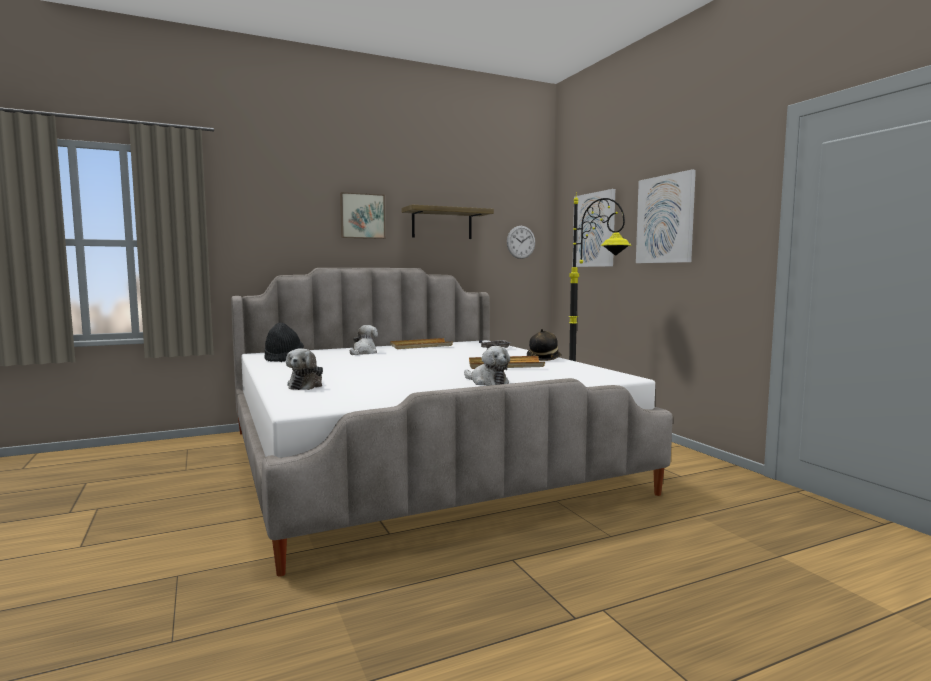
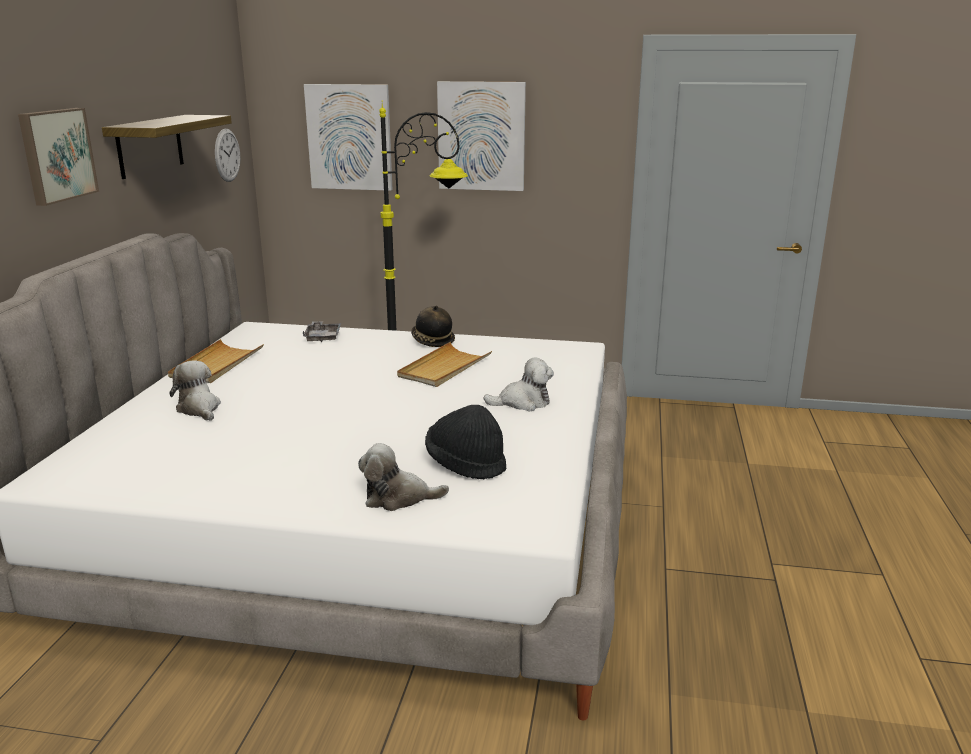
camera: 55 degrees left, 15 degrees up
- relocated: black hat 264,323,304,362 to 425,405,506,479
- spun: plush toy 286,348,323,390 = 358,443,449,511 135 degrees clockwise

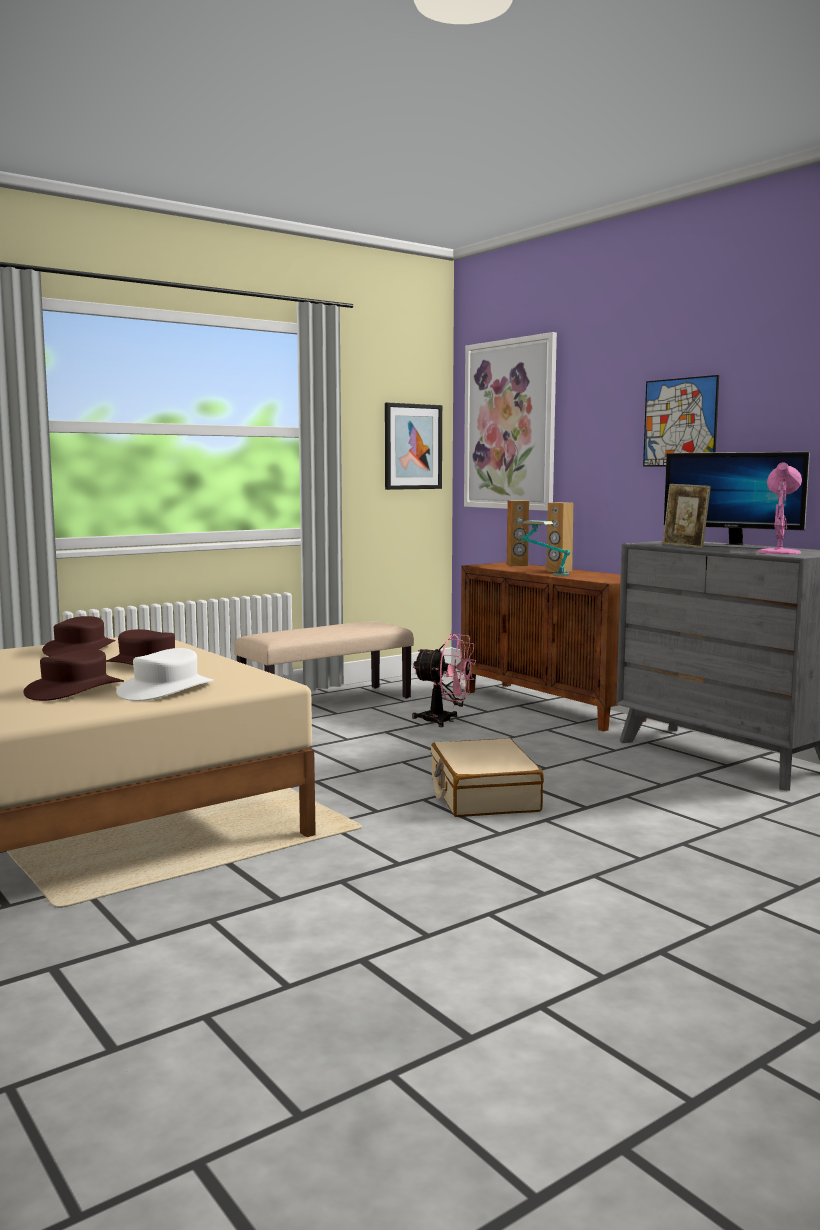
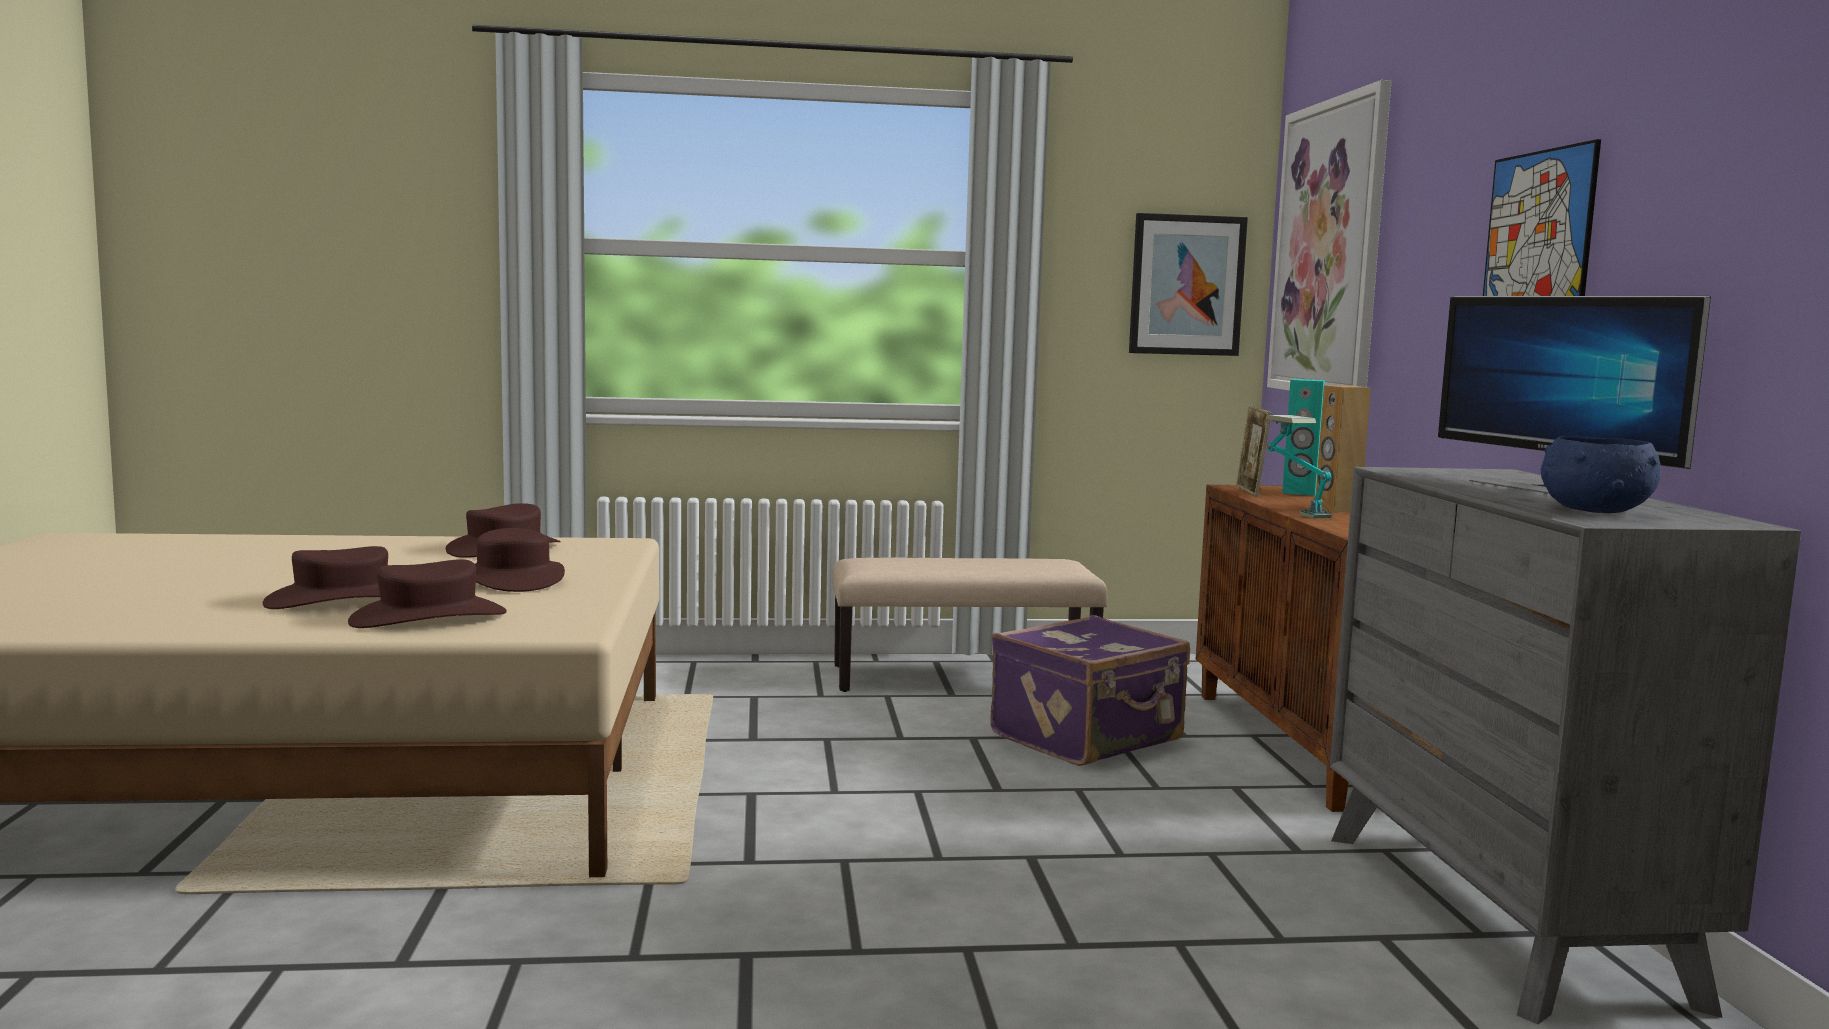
camera: 30 degrees right, 0 degrees up
- exchanged: pink table lamp 758,463,802,554 to blue bowl 1541,436,1661,513
- relocated: picture frame 663,484,711,548 to 1235,405,1272,497
- colour: brown speaker 507,500,529,566 to turquoise speaker 1282,379,1325,496
- exchanged: pink fan 412,634,476,727 to purple suitcase 990,615,1190,766
- colour: white hat 116,648,214,701 to brown hat 348,559,507,628
- missing: beige suitcase 431,738,544,817

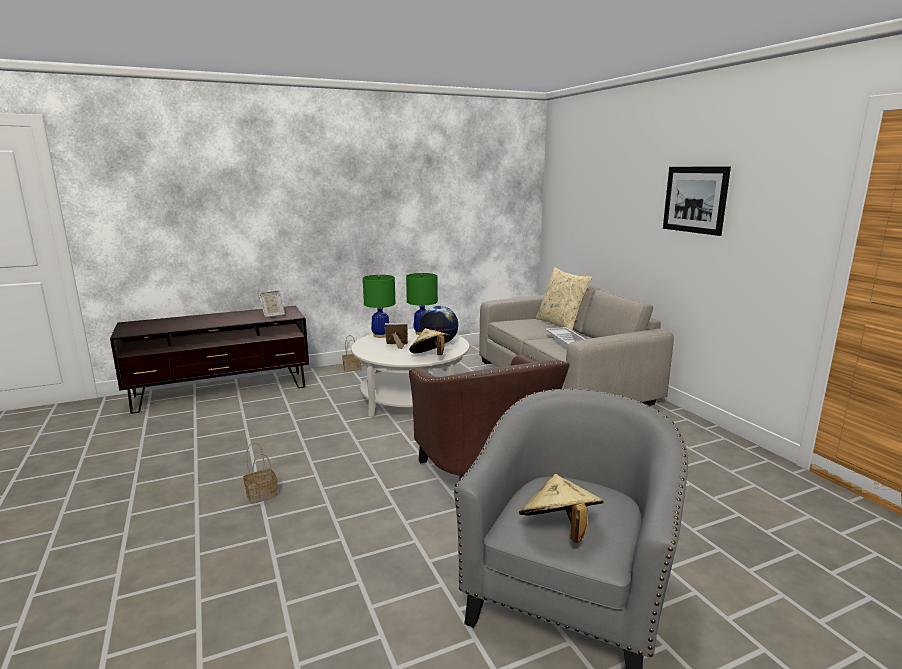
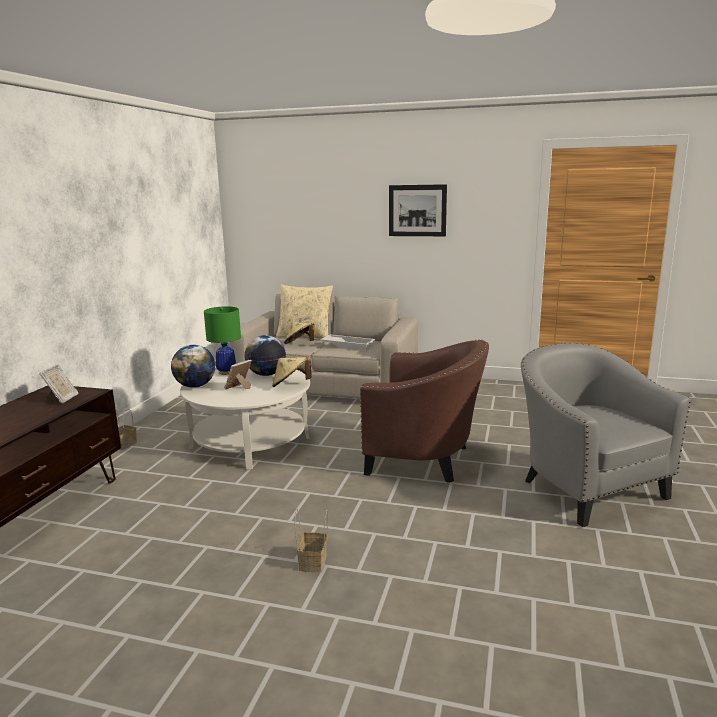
camera: 50 degrees left, 0 degrees up
- exchanged: green table lamp 363,275,395,338 to globe 171,345,216,388
- relocated: beige hat 519,474,604,543 to 284,322,315,344

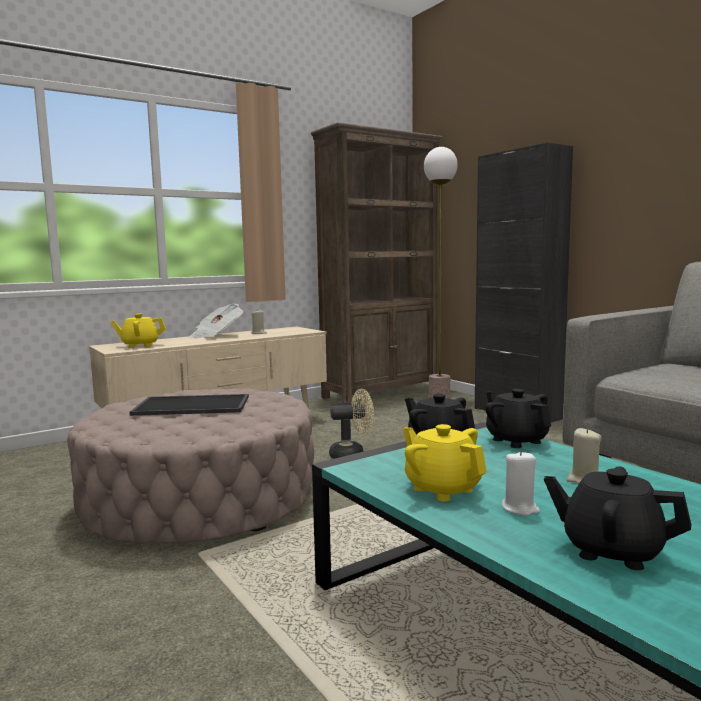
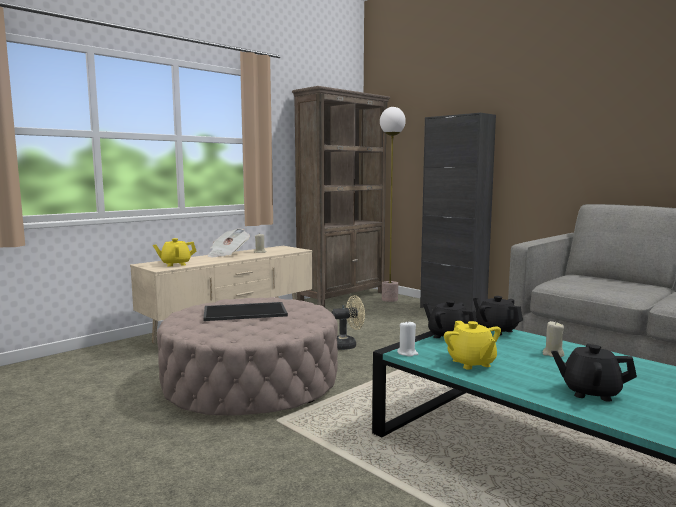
camera: 10 degrees left, 0 degrees up
- spun: yellow teapot 403,424,487,501 = 444,321,501,370 150 degrees counterclockwise
- relocated: white candle 501,450,540,516 to 397,322,418,357

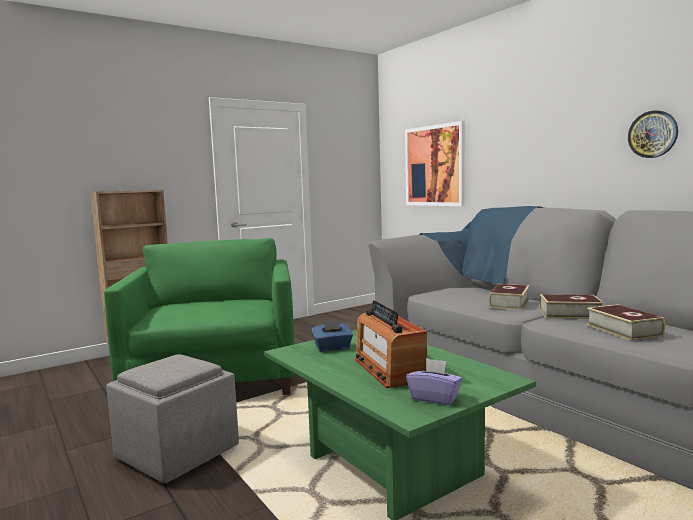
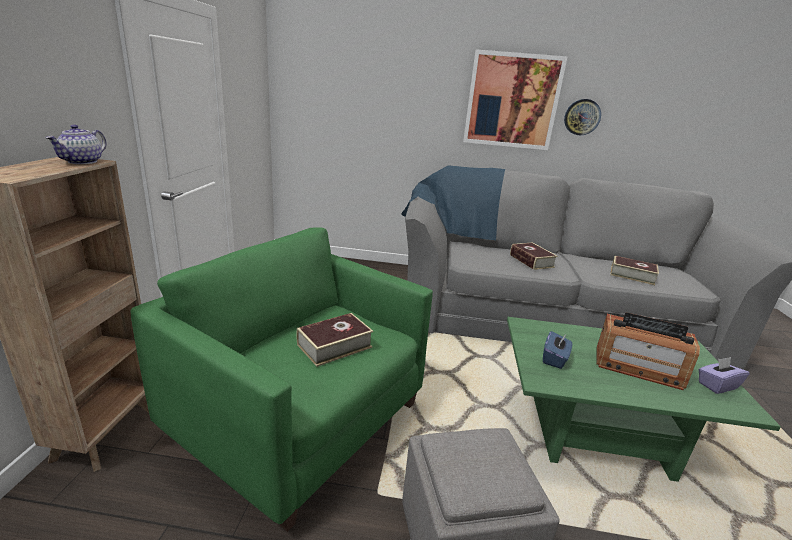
camera: 50 degrees left, 15 degrees up
- relocated: picture 405,121,465,206 to 463,49,568,150
- relocated: book 540,294,604,319 to 297,313,373,367
- appeared: teapot 46,125,106,164

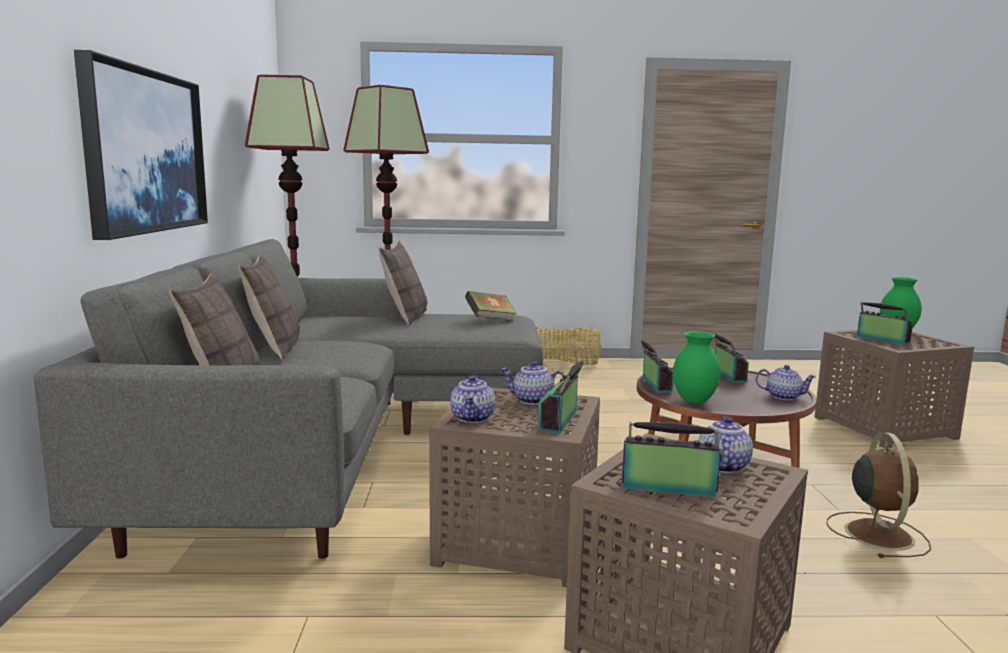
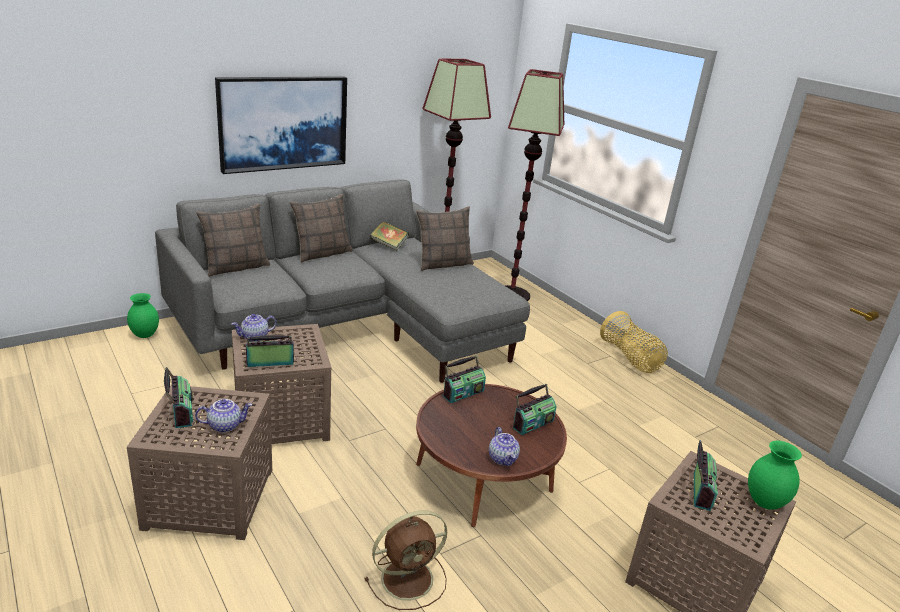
camera: 55 degrees right, 15 degrees up
- relocated: book 465,291,517,321 to 370,222,409,251
- relocated: green vase 673,331,721,403 to 127,293,159,338
- missing: teapot 501,361,565,405

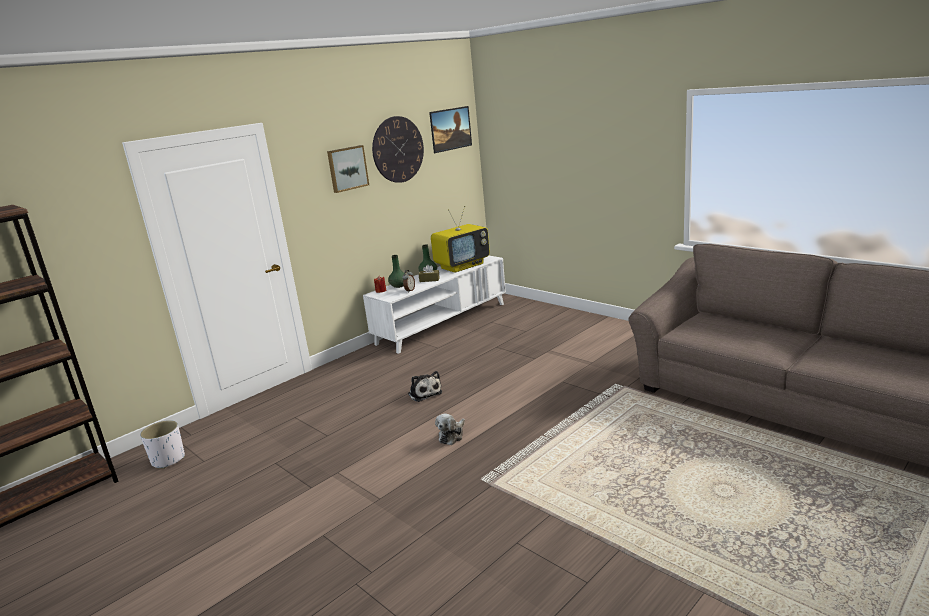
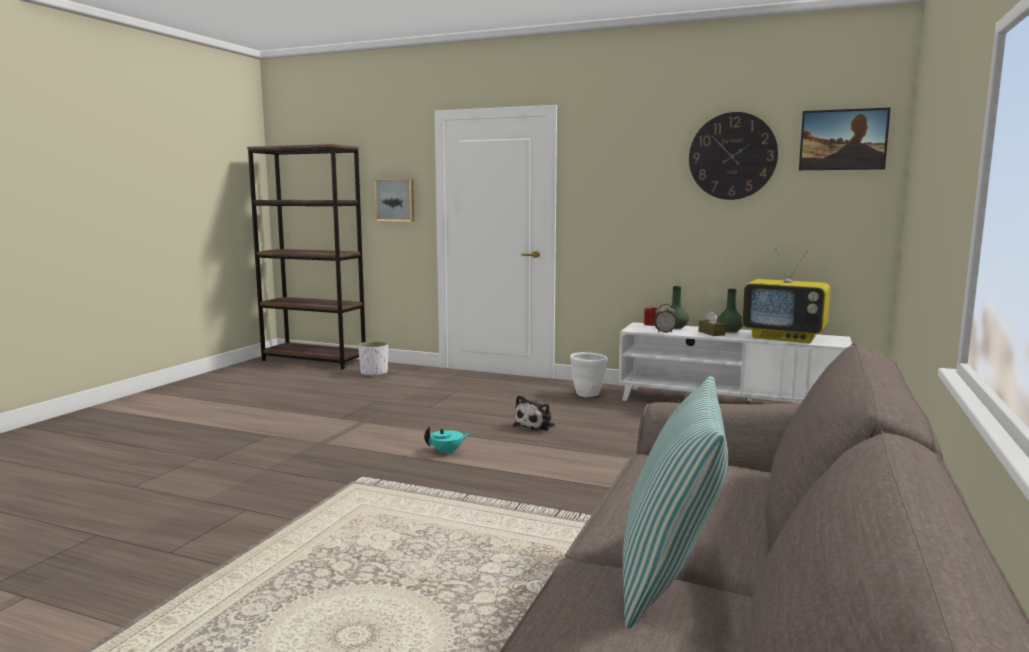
camera: 65 degrees right, 10 degrees down
- relocated: picture 327,145,369,193 to 374,179,414,221
- exchanged: plush toy 435,414,465,445 to turquoise teapot 424,426,471,455
- appeared: white planter 570,352,607,397
- appeared: pillow 623,376,728,628

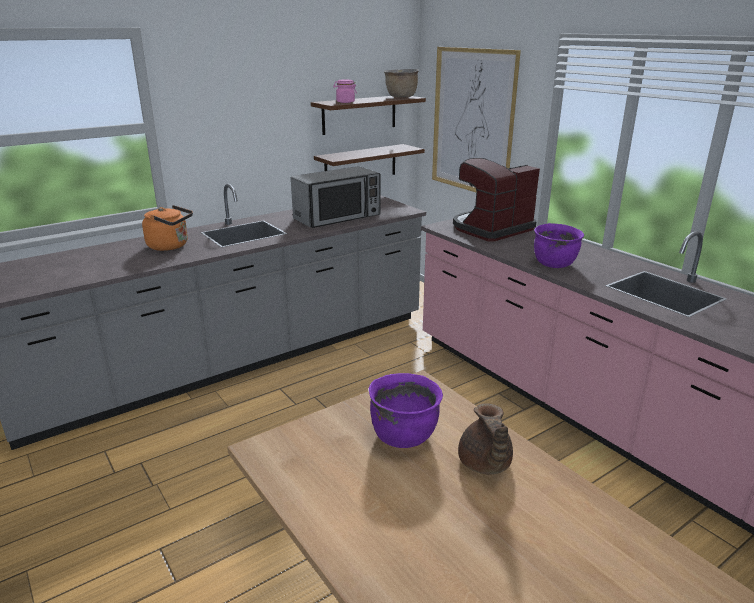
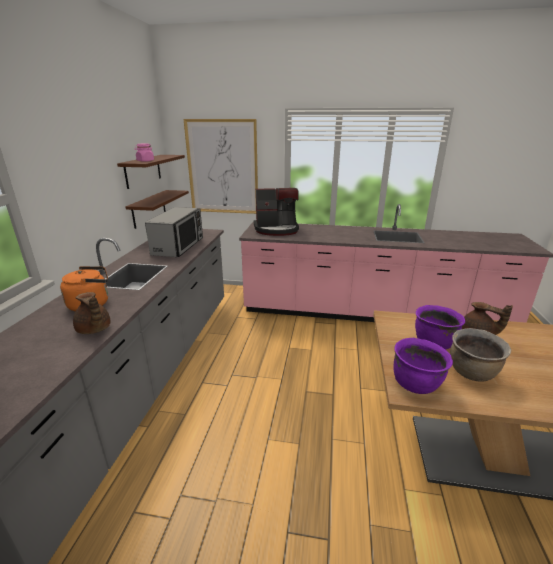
camera: 45 degrees left, 0 degrees up
- relocated: brown cooking pot 384,69,419,97 to 450,328,511,381
- spun: coffee machine 453,158,540,242 = 254,188,299,236 105 degrees counterclockwise
- relocated: purple cooking pot 534,223,584,268 to 393,338,453,394
- appeared: brown teapot 73,292,110,334

